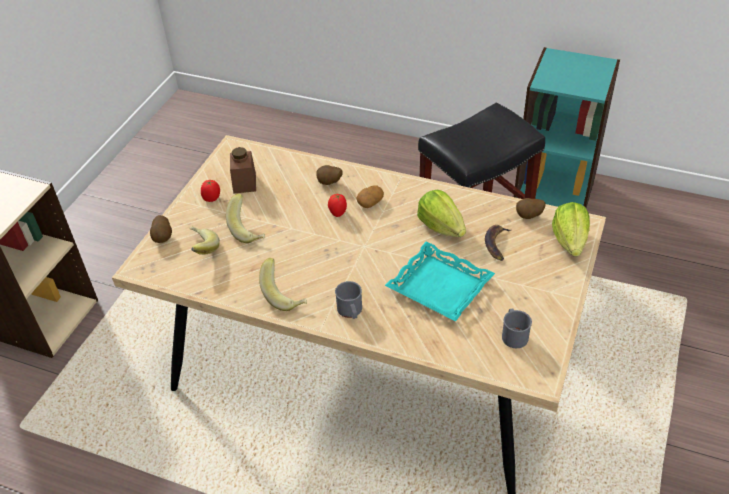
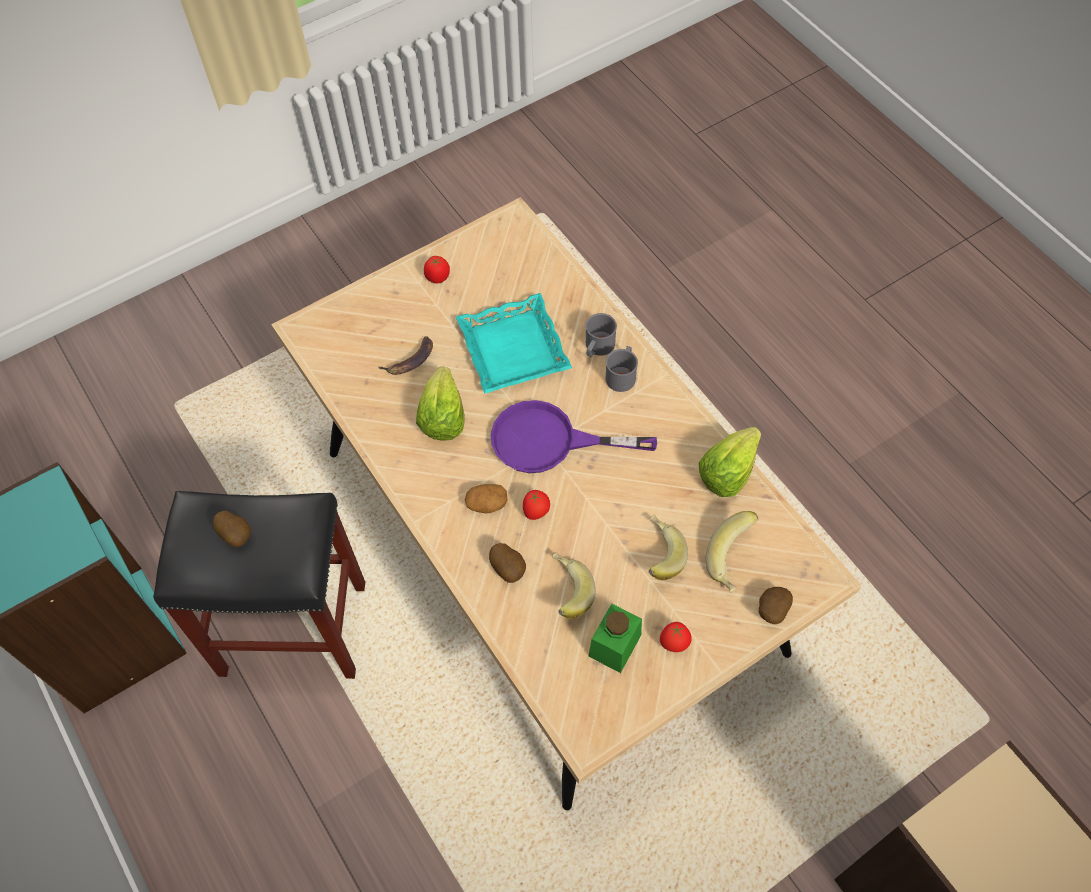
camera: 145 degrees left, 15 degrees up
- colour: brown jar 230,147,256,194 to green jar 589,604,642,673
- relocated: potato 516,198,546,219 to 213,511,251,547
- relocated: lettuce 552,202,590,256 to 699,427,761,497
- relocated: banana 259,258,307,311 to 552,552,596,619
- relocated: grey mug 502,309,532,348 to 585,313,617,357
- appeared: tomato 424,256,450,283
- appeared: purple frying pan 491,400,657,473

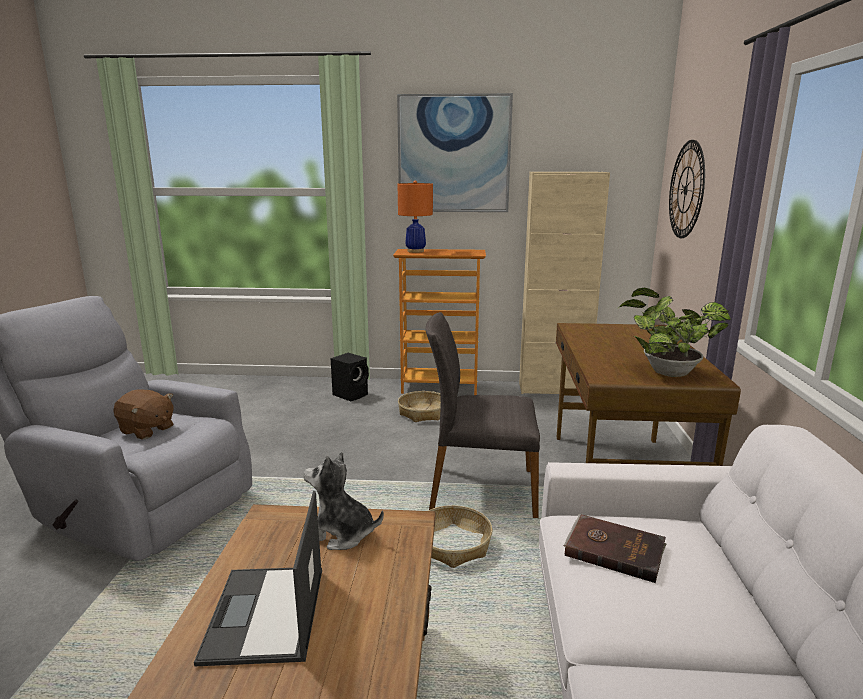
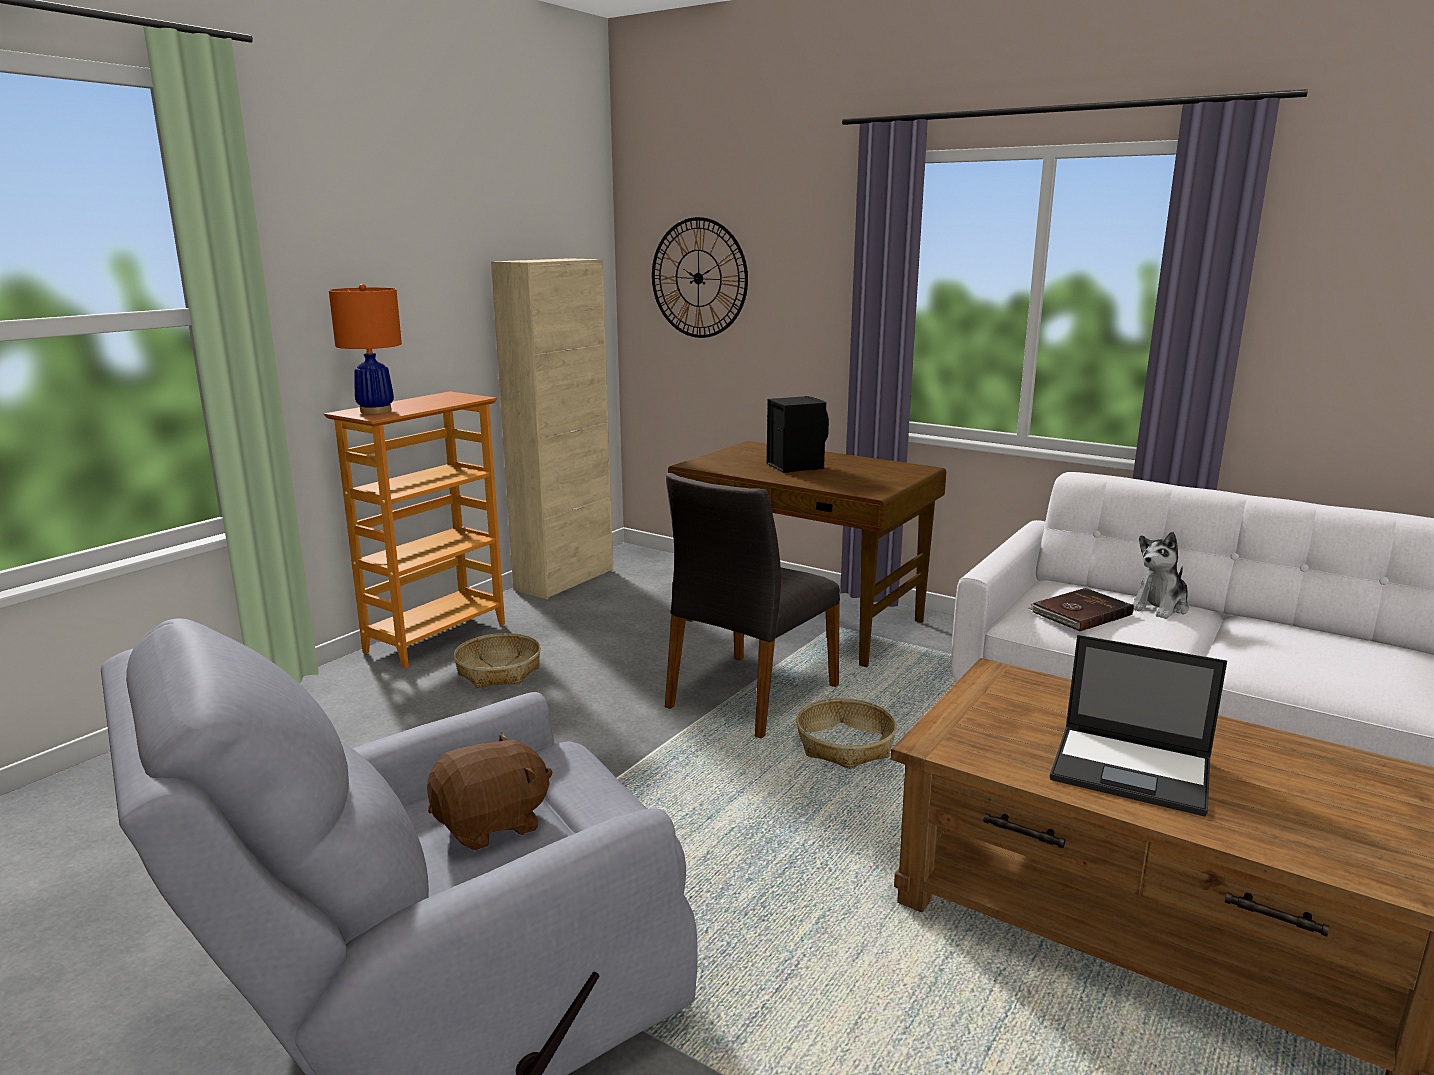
camera: 60 degrees left, 0 degrees up
- missing: picture 397,93,513,212
- missing: potted plant 619,288,731,377
- relocated: black speaker 331,353,369,402 to 767,396,829,473
- relocated: plush toy 303,452,384,550 to 1132,532,1189,619

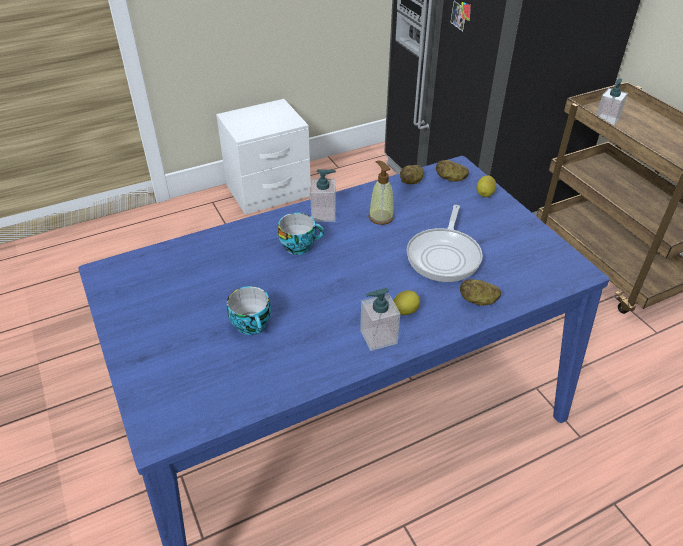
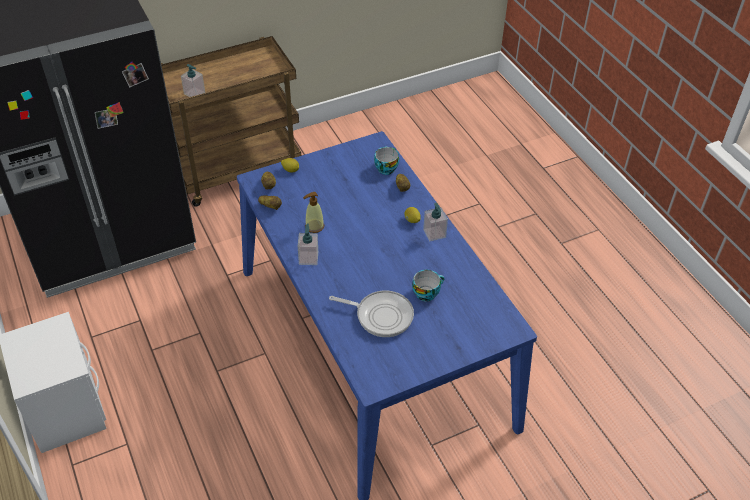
camera: 90 degrees left, 5 degrees up
- relocated: frying pan 407,205,483,282 to 329,291,414,337
- relocated: cup 278,213,324,255 to 374,146,399,175

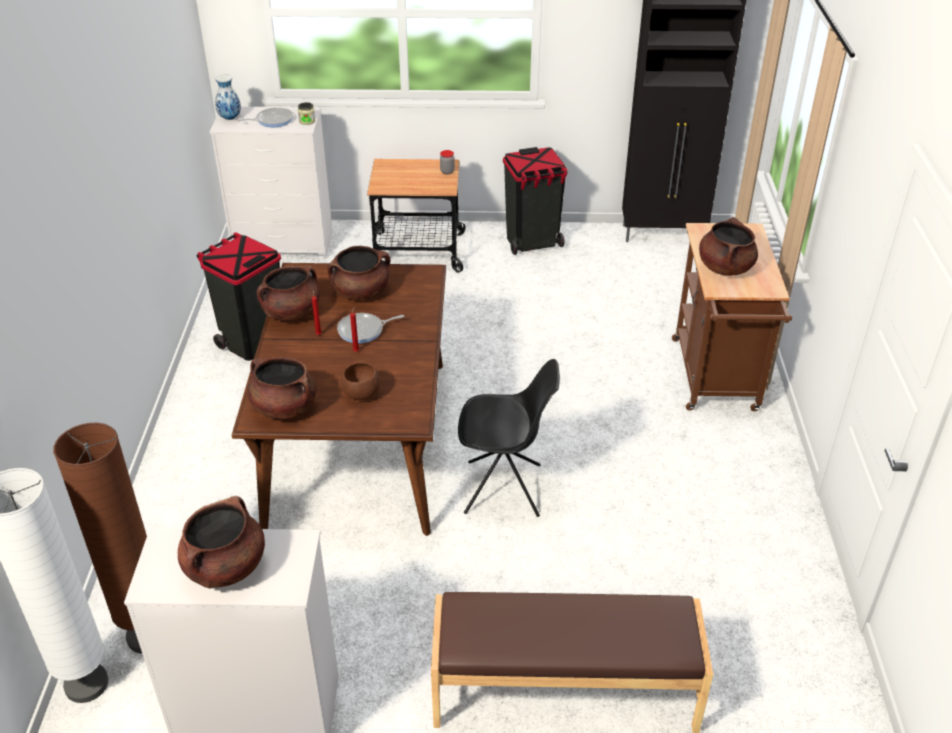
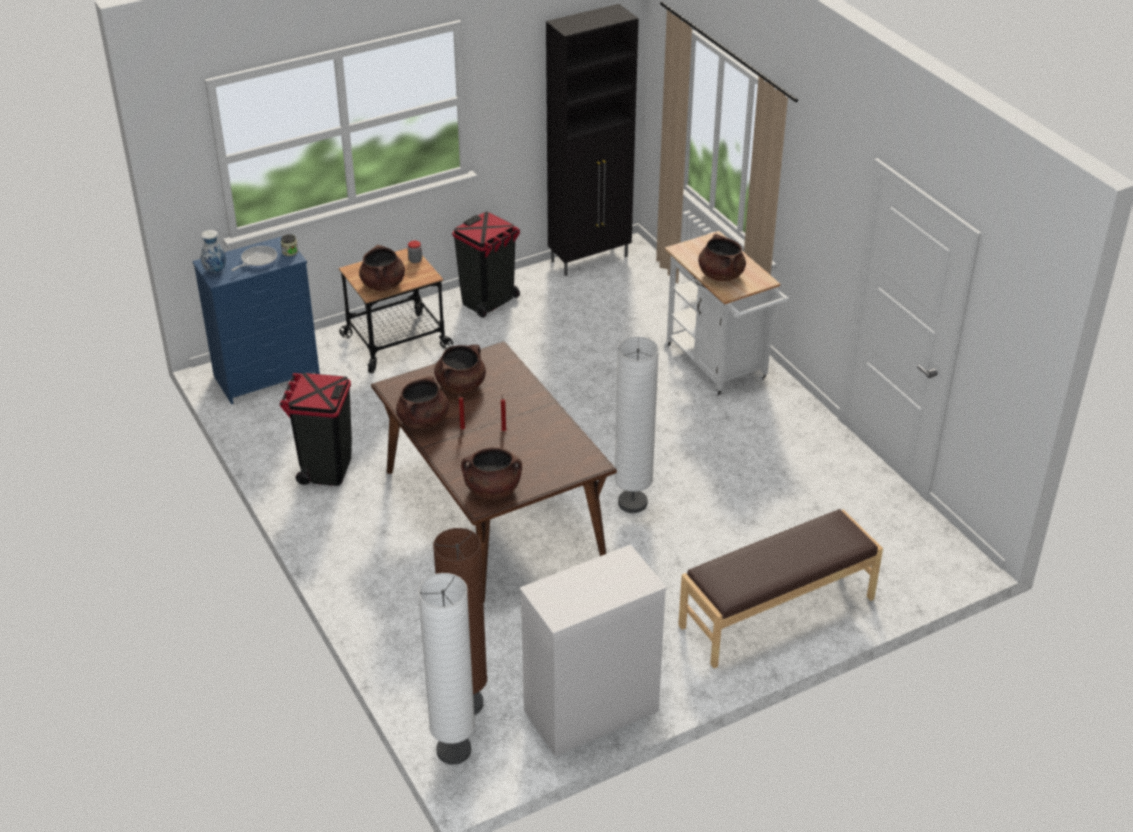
camera: 30 degrees left, 0 degrees up
- colour: white dresser 210,107,333,259 to blue dresser 192,236,320,404
- colour: brown cart 672,223,792,412 to white cart 664,231,789,397
- missing: frying pan 337,313,404,343
- exchanged: black chair 458,359,560,517 to white floor lamp 614,337,659,513
- missing: brown bowl 341,362,380,400
- relocated: brown cooking pot 178,496,265,588 to 359,245,405,291

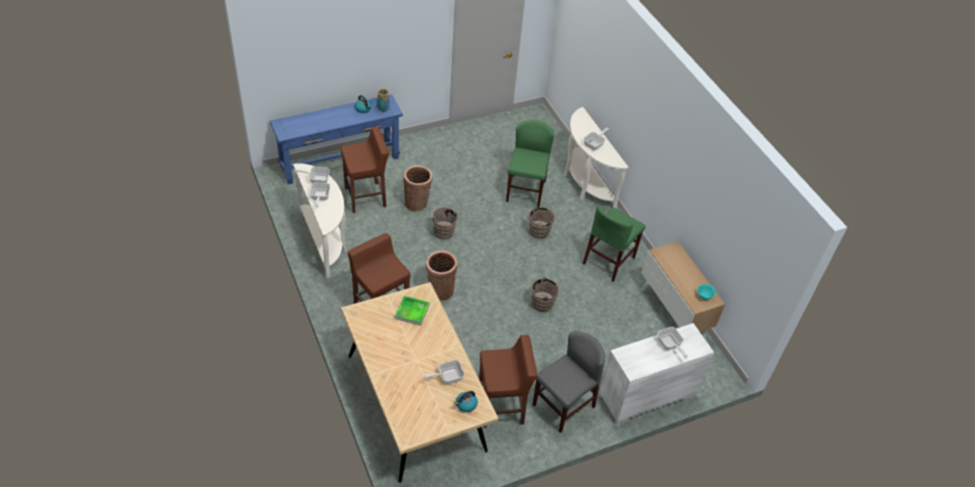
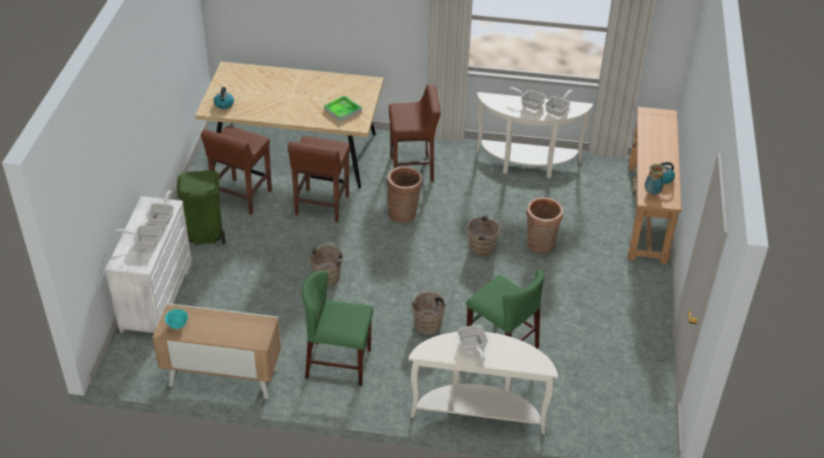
camera: 125 degrees right, 5 degrees down
- colour: blue console table 270,95,403,185 to brown console table 628,107,681,264
- relocated: brown stool 341,127,389,213 to 288,136,350,222
- spun: green chair 583,205,646,282 = 302,271,373,386 60 degrees counterclockwise
- exchanged: grey chair 533,331,605,433 to green trash can 177,170,225,245
- relocated: frying pan 423,360,465,384 to 146,190,174,226

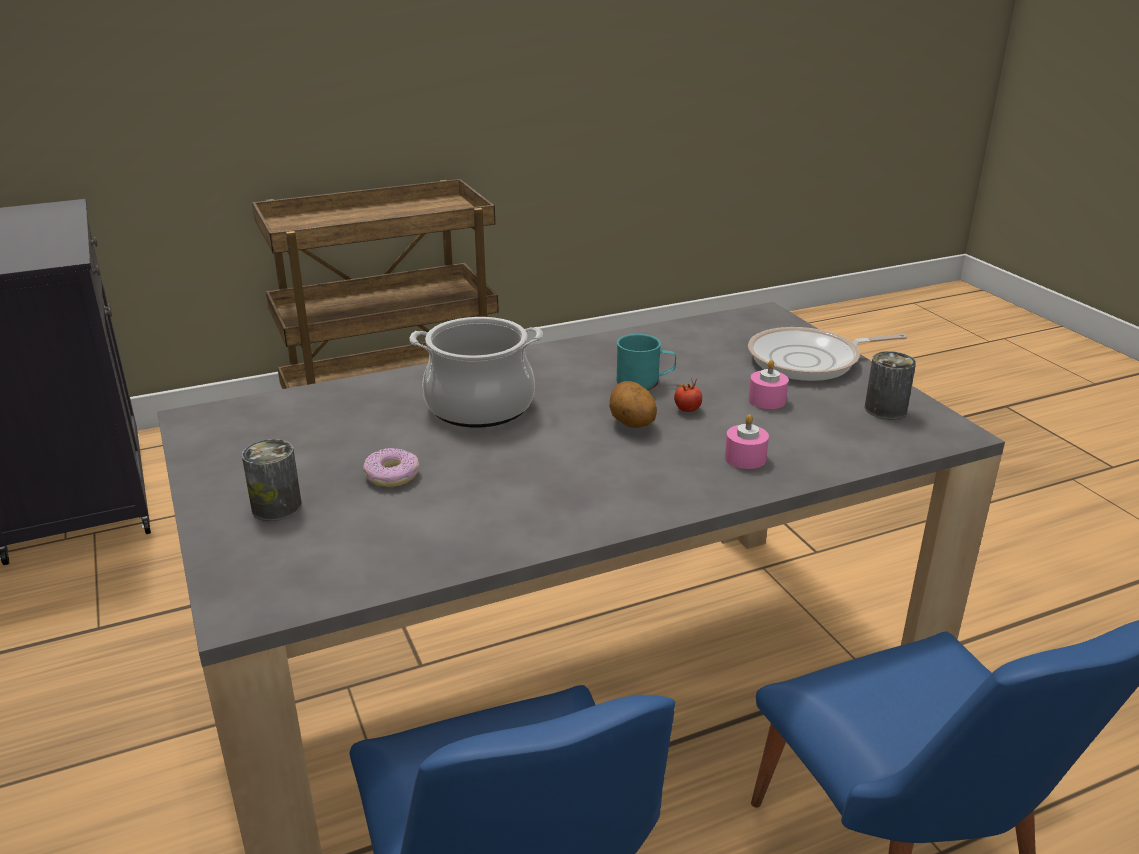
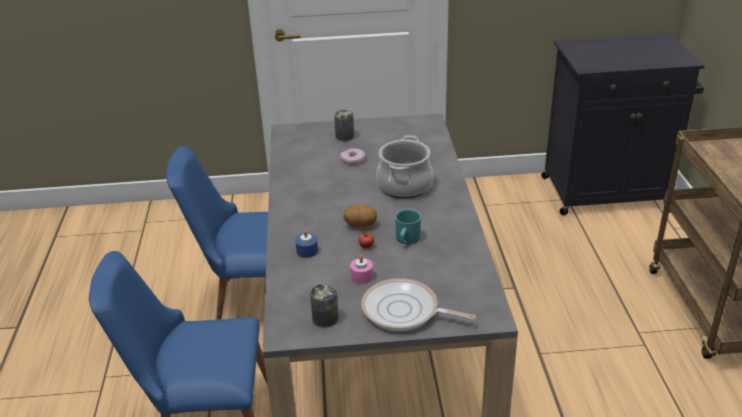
camera: 110 degrees right, 5 degrees up
- spun: frying pan 748,327,907,381 = 361,278,476,331 75 degrees counterclockwise
- colour: pink candle 725,414,769,469 to blue candle 295,230,318,258

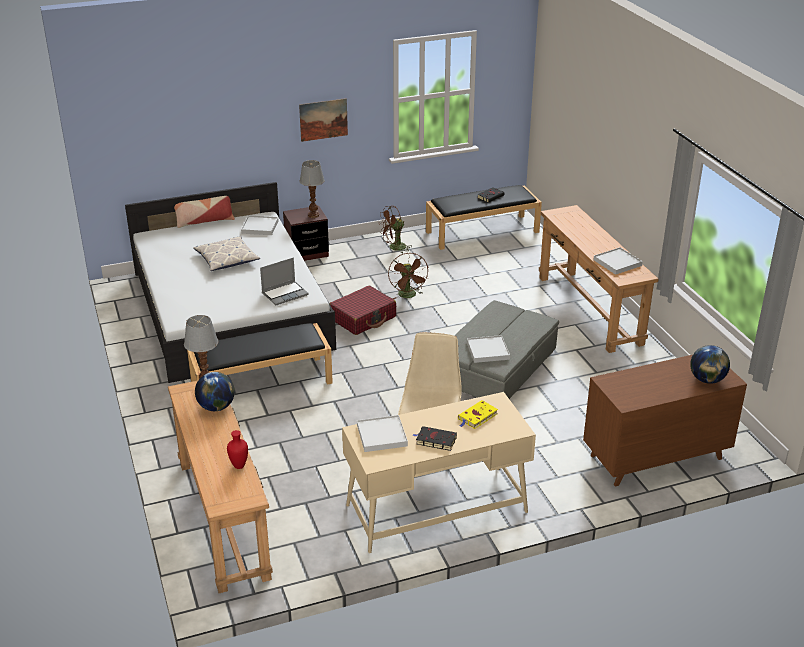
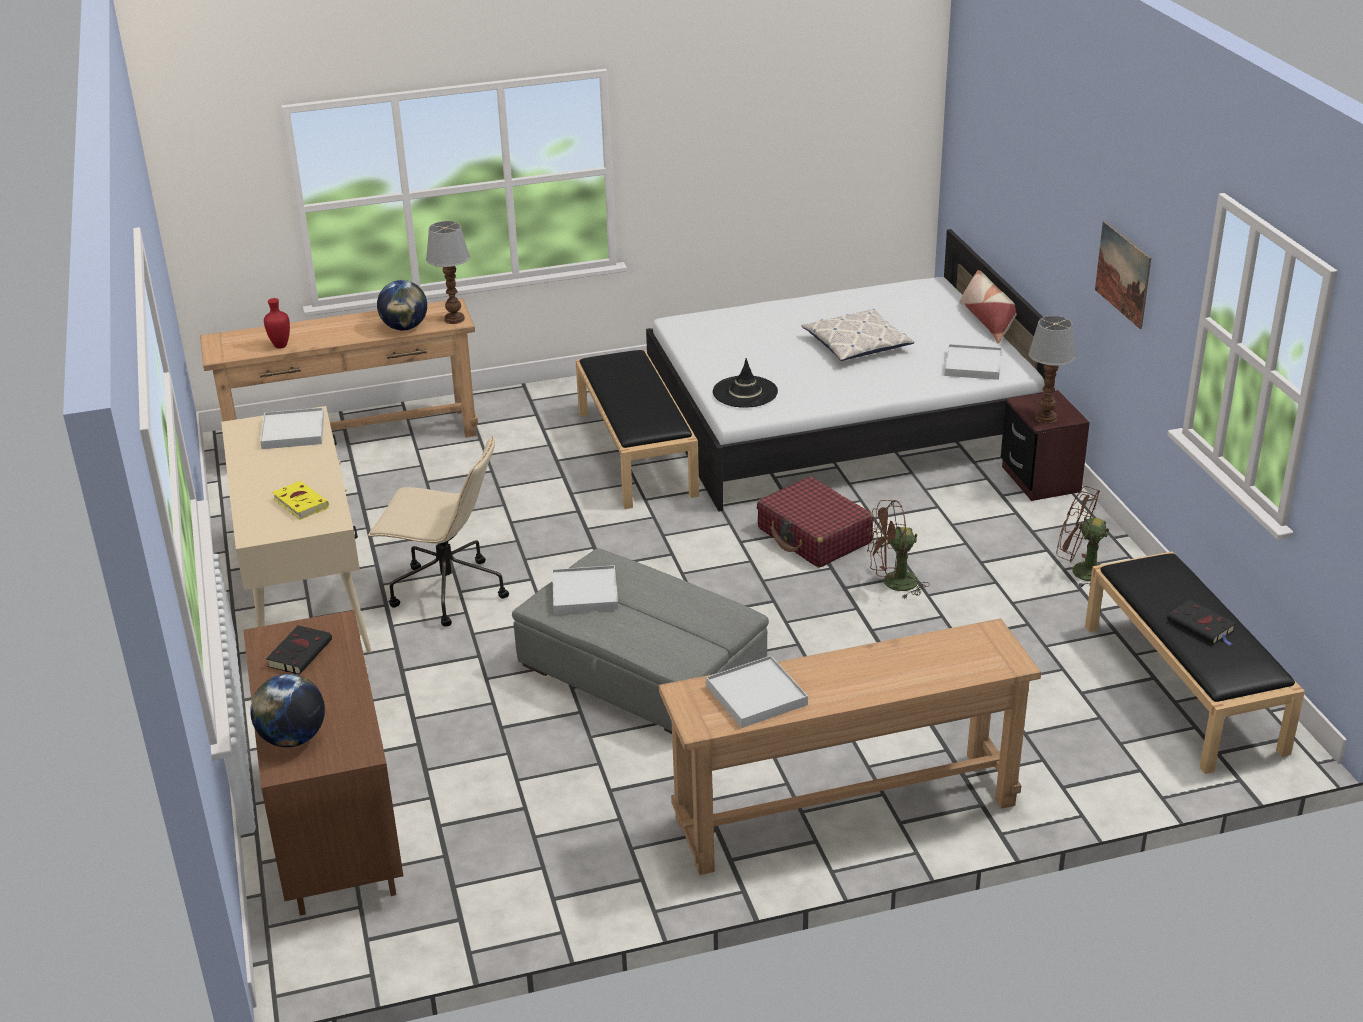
camera: 95 degrees right, 0 degrees up
- spun: brown fan 379,206,411,253 = 1056,486,1109,587 45 degrees counterclockwise
- exchanged: laptop 260,257,309,305 to black hat 713,358,778,408
- relocated: black book 413,426,457,451 to 266,626,332,675

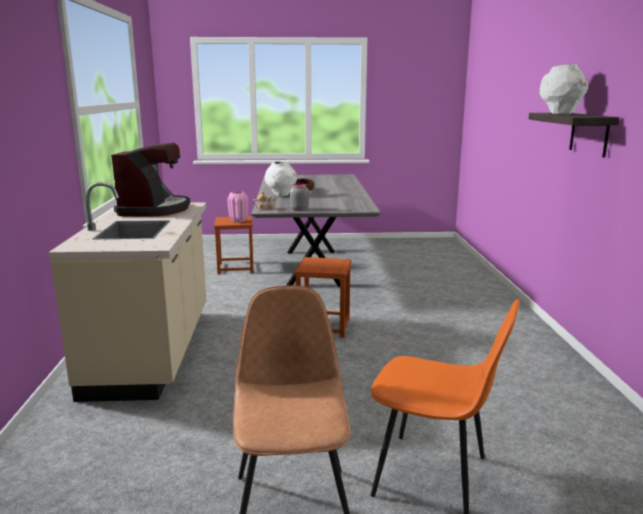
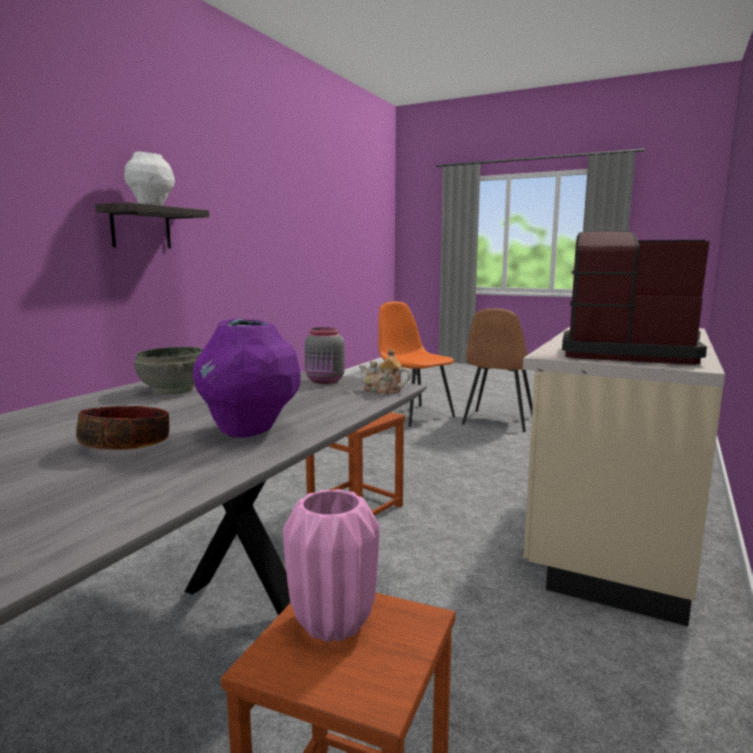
camera: 150 degrees left, 5 degrees down
- spun: coffee machine 111,143,190,217 = 562,231,710,365 75 degrees clockwise
- colour: white vase 265,161,297,196 to purple vase 193,318,301,438
- appeared: grey bowl 134,347,203,394

